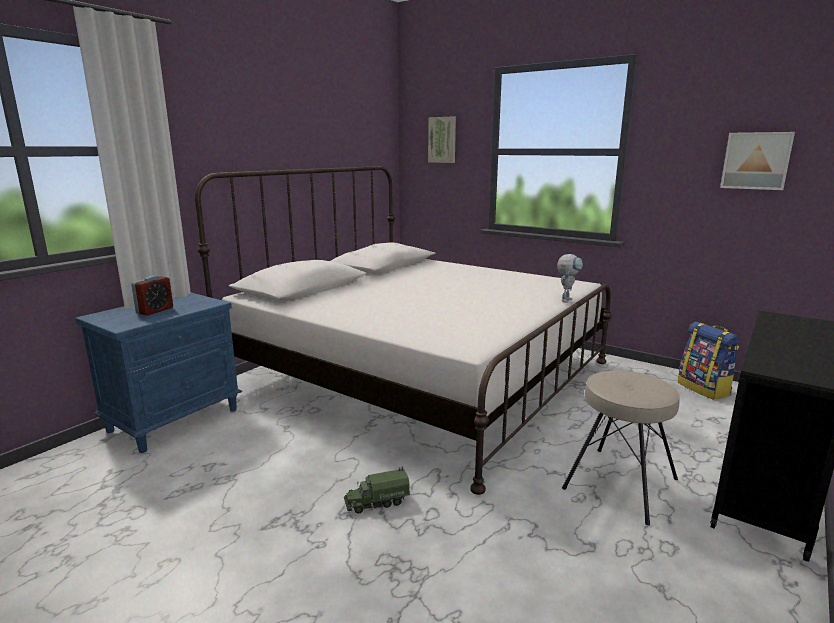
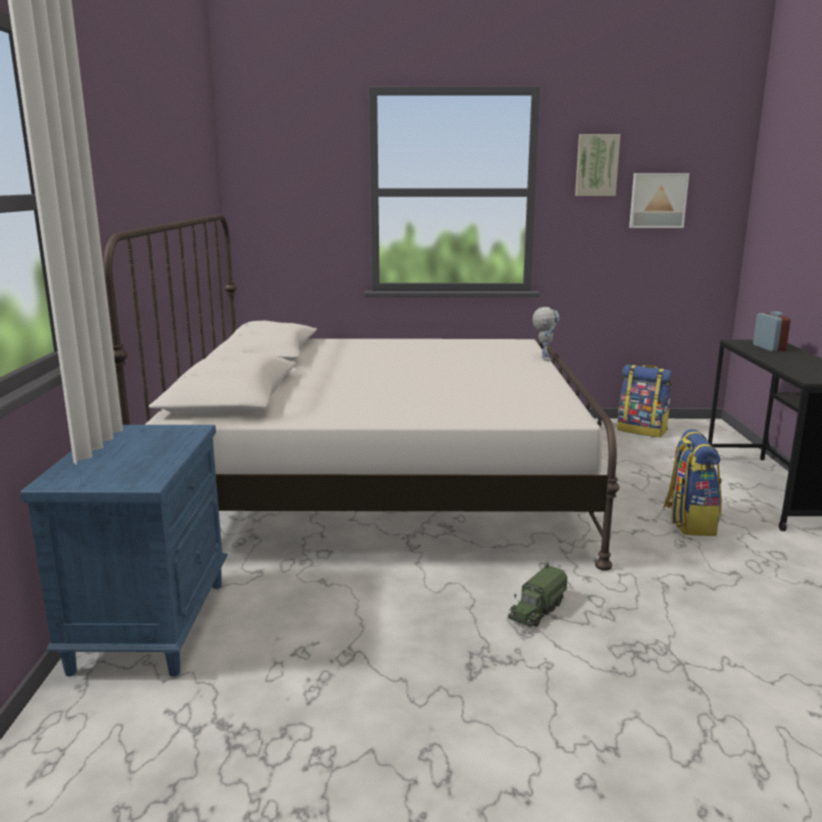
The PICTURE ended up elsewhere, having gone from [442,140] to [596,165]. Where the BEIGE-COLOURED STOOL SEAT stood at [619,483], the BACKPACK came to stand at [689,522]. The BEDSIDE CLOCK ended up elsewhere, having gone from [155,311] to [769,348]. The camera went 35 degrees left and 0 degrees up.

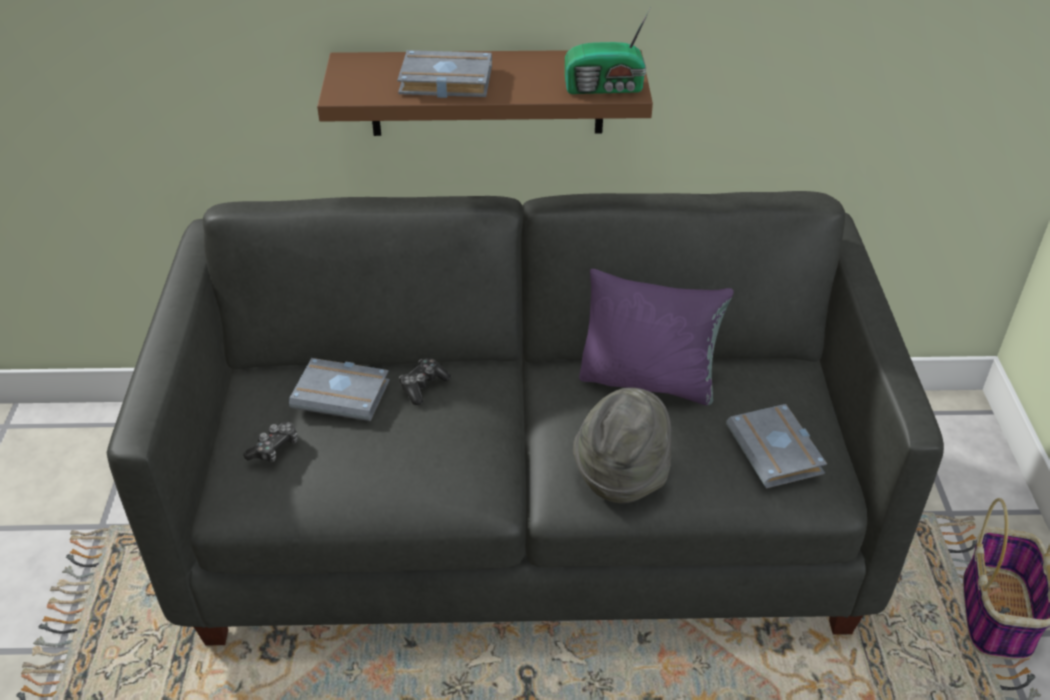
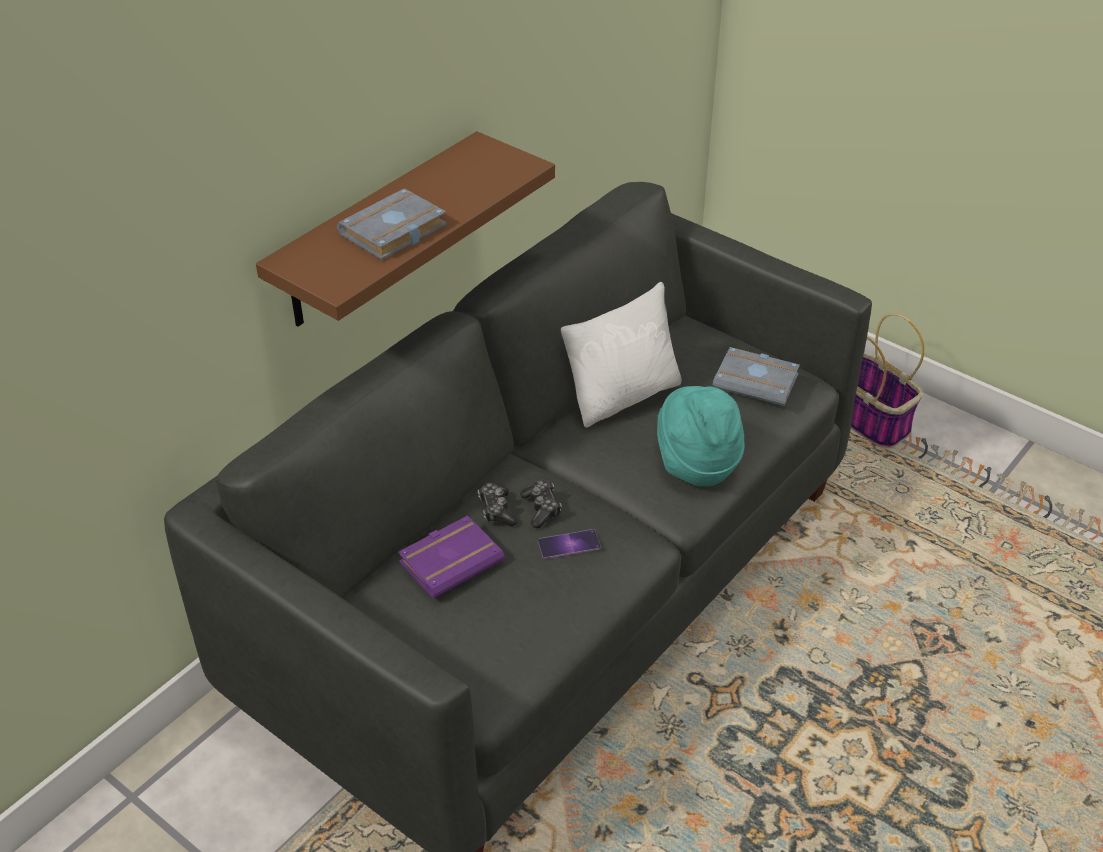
What was the GRAY VOLUME at [343,394] turned into the PURPLE-COLOURED VOLUME at [451,560]. The GAME CONTROLLER ended up elsewhere, having gone from [274,448] to [541,508]. The second view gained the TELEPHONE at [569,544]. What was the PURPLE-COLOURED THROW PILLOW at [648,380] turned into the WHITE-COLOURED THROW PILLOW at [623,396]. What was the GRAY HAT at [622,473] turned into the TURQUOISE HAT at [696,463]. The second view lost the RADIO SET at [606,88]. The camera went 50 degrees left and 0 degrees up.

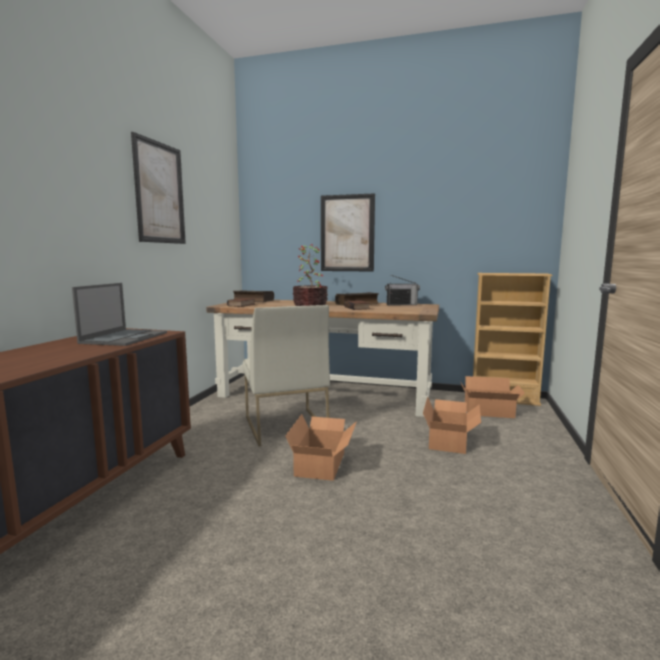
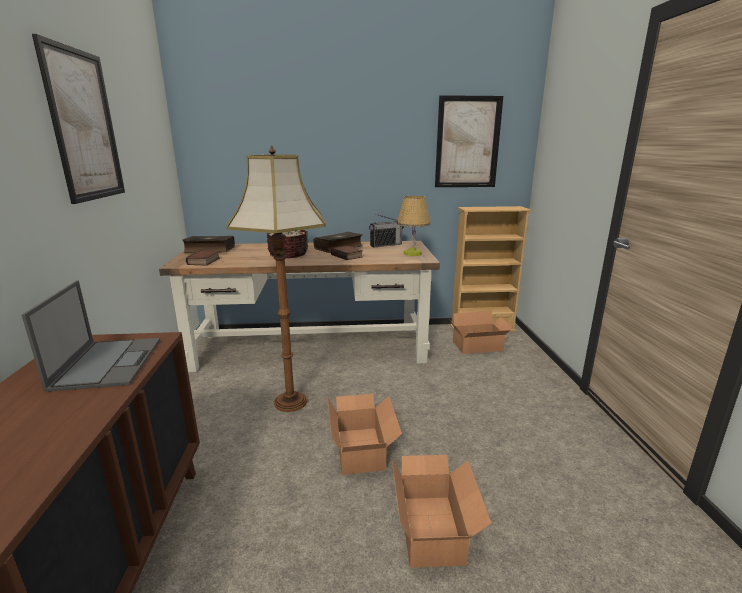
Where the WHITE-COLOURED UPRIGHT CHAIR stood at [284,426], the FLOOR LAMP came to stand at [291,403]. The CARTON ended up elsewhere, having gone from [450,440] to [434,527]. The second view gained the TABLETOP LAMP at [412,253]. The PICTURE ended up elsewhere, having gone from [347,233] to [467,142]. The camera went 20 degrees left and 10 degrees up.

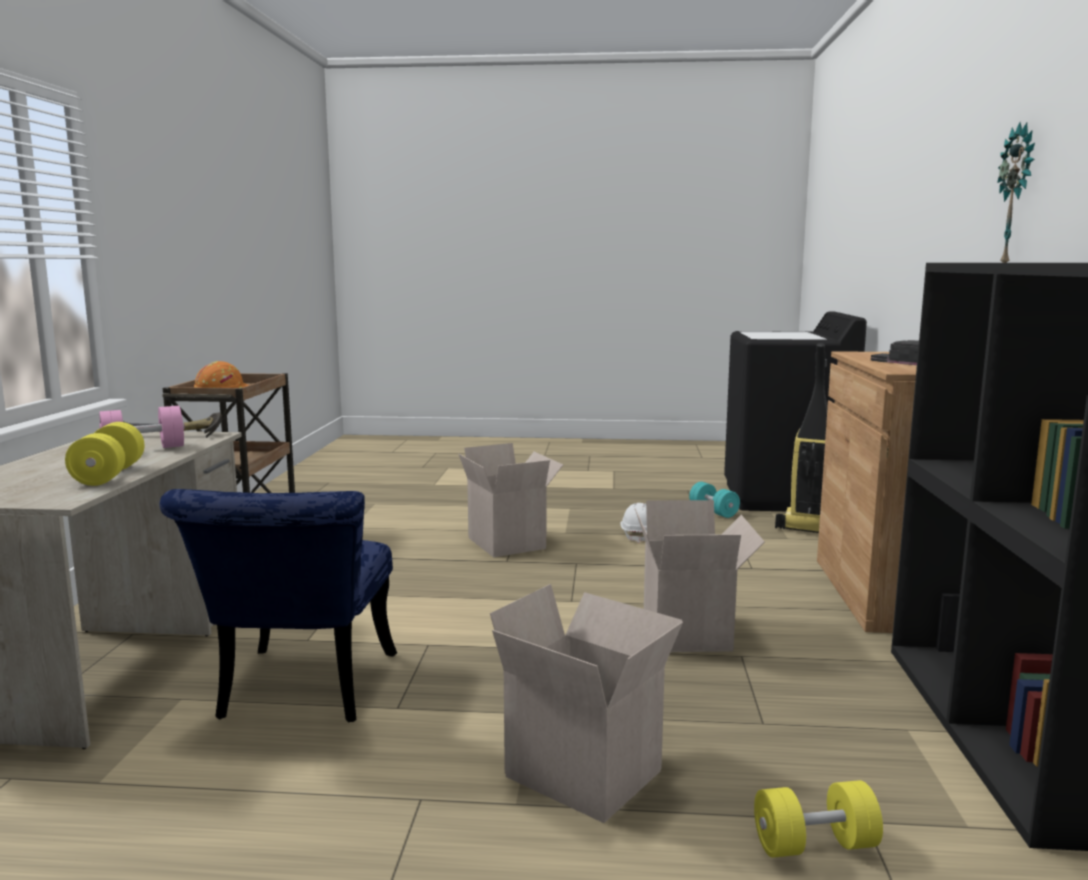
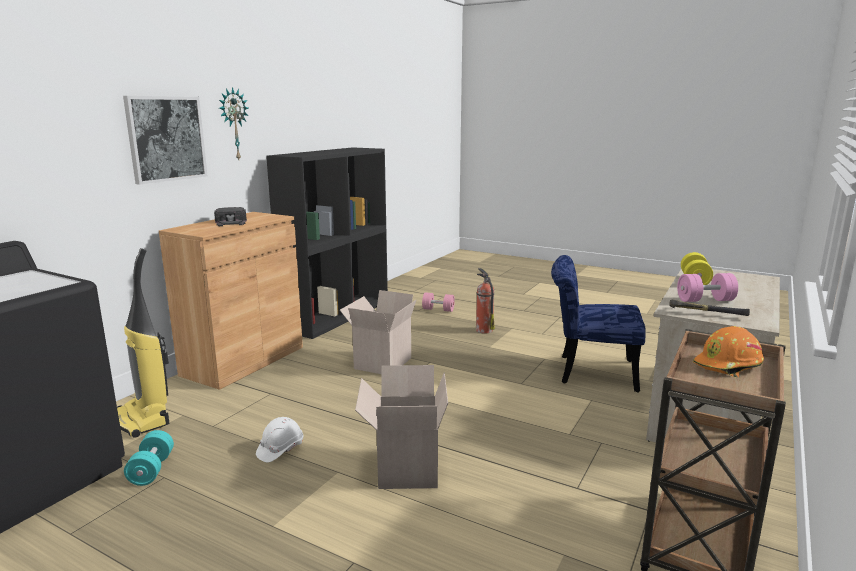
The second view gained the PICTURE at [166,138]. What was the YELLOWISH HAND WEIGHT at [815,845] turned into the PINKISH HAND WEIGHT at [438,310]. Where the CARTON stood at [588,772], the FIRE-FIGHTING CYLINDER came to stand at [483,330]. The BLUE UPRIGHT CHAIR at [301,693] ended up facing another way, 105 degrees counterclockwise from before. The camera went 155 degrees left and 5 degrees up.

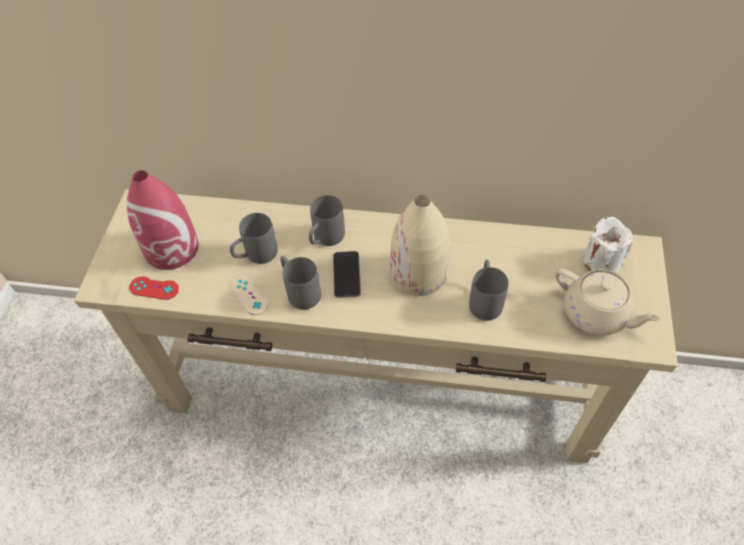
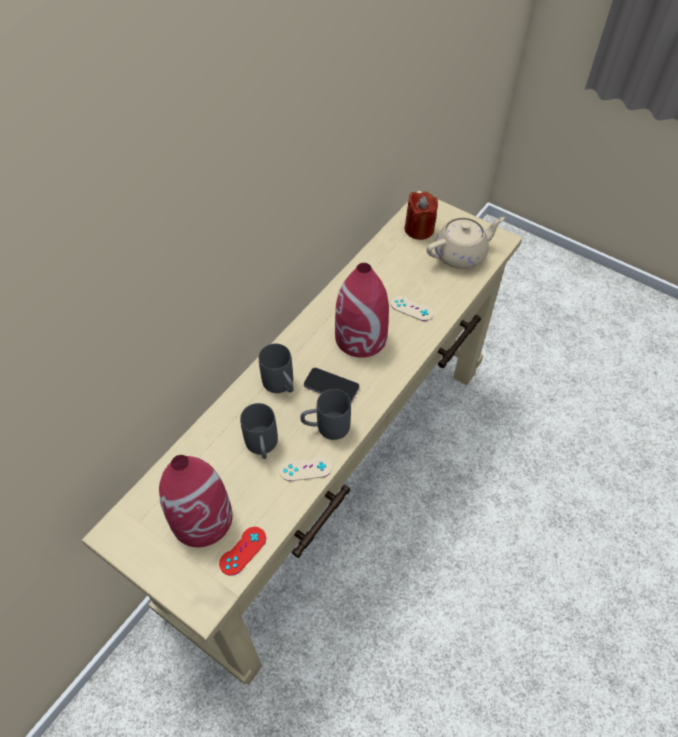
What was the BEIGE-COLOURED DECORATIVE VASE at [418,273] turned into the REDDISH DECORATIVE VASE at [361,337]. Where the GRAY TEA MUG stood at [485,299], the BEIGE-COLOURED GAME CONTROLLER came to stand at [412,308]. What was the WHITE-COLOURED WAX LIGHT at [601,261] turned into the REDDISH WAX LIGHT at [419,229]. The camera went 65 degrees left and 0 degrees up.

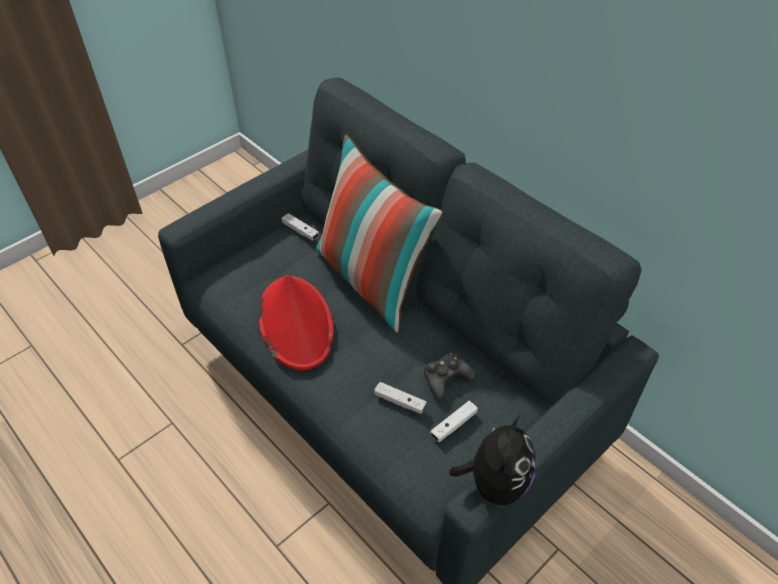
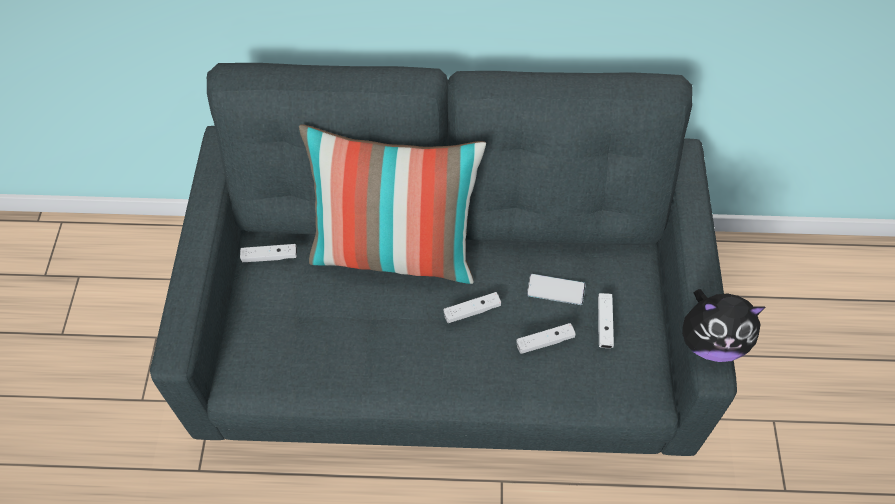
The second view gained the WHITE-COLOURED GAME CONTROLLER at [472,311]. Where the BLACKISH GAME CONTROLLER stood at [446,378], the TELEPHONE came to stand at [556,289]. The CUDDLY TOY at [495,482] ended up facing another way, 120 degrees clockwise from before. The second view lost the REDDISH HAT at [295,323]. The camera went 45 degrees left and 10 degrees up.

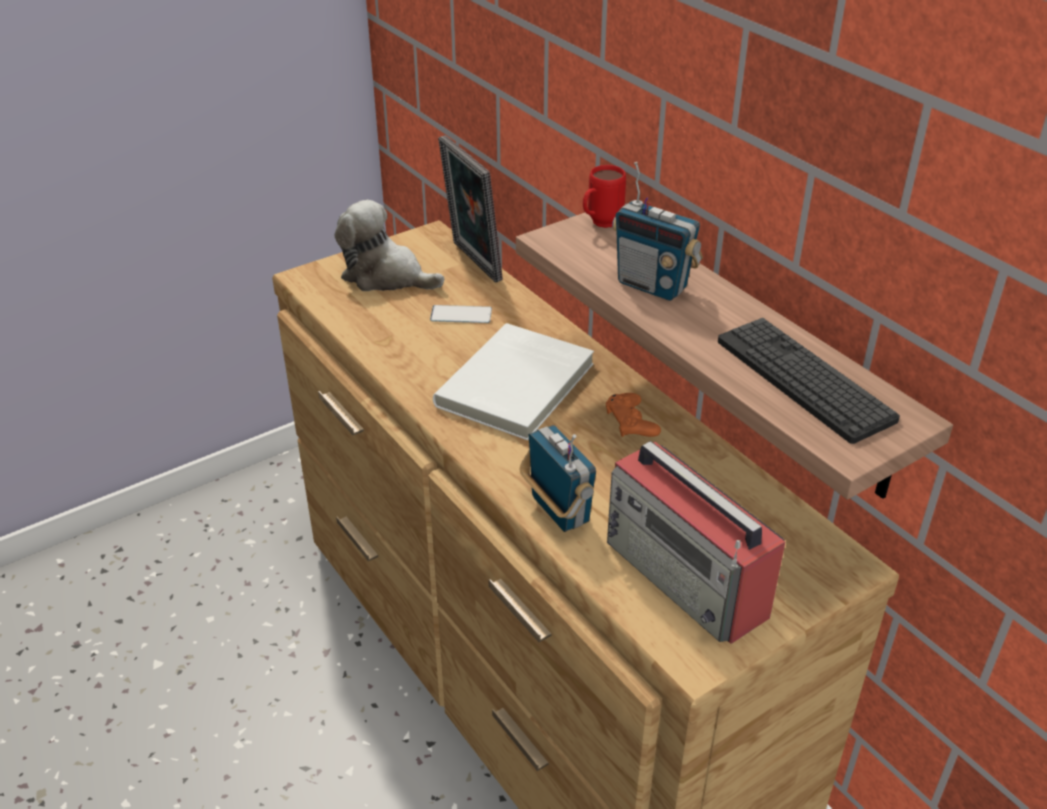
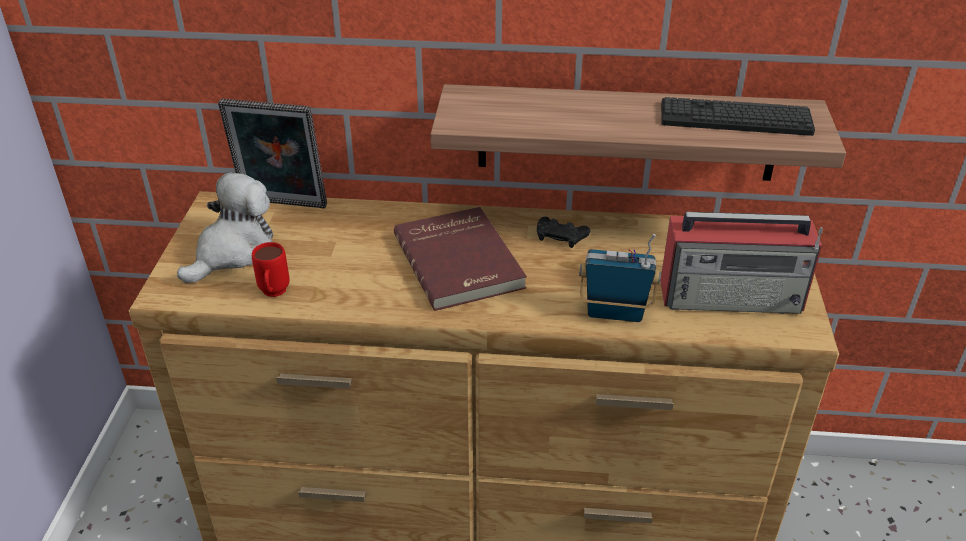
The CUDDLY TOY at [386,276] ended up facing another way, 150 degrees clockwise from before. The REDDISH TEA MUG ended up elsewhere, having gone from [600,224] to [273,294]. What was the WHITE-COLOURED VOLUME at [518,386] turned into the REDDISH VOLUME at [461,261]. What was the ORANGEY GAME CONTROLLER at [631,422] turned into the BLACKISH GAME CONTROLLER at [561,236]. The second view lost the TELEPHONE at [461,315]. The second view lost the RADIO SET at [652,286]. The camera went 50 degrees left and 0 degrees up.

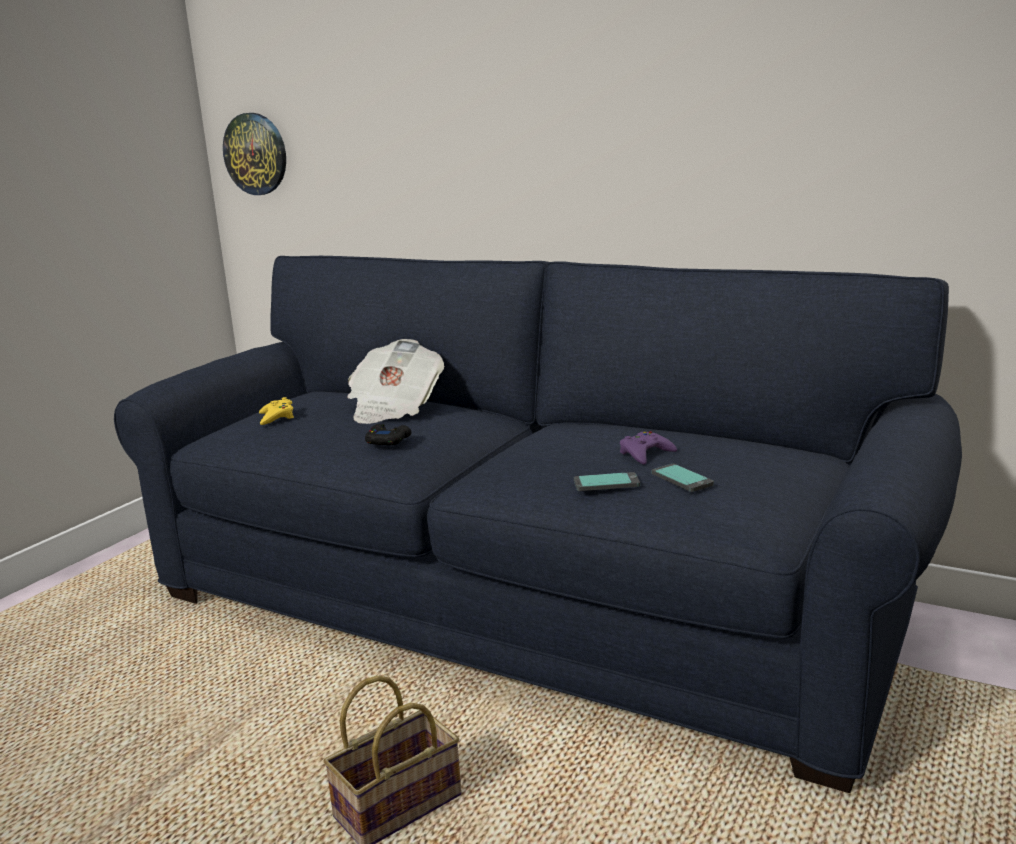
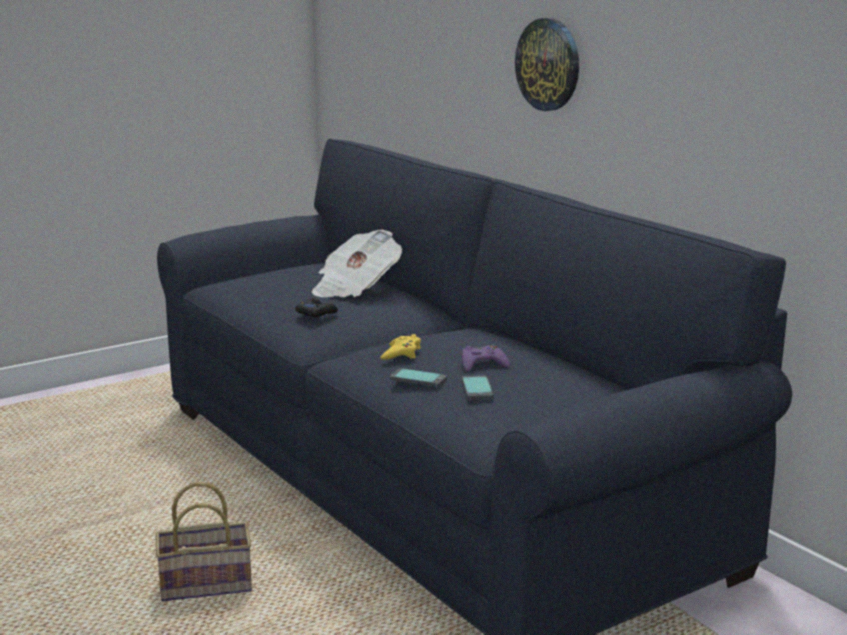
The YELLOWISH GAME CONTROLLER ended up elsewhere, having gone from [276,417] to [401,353]. The WALL CLOCK ended up elsewhere, having gone from [256,154] to [548,64]. The camera went 25 degrees right and 0 degrees up.

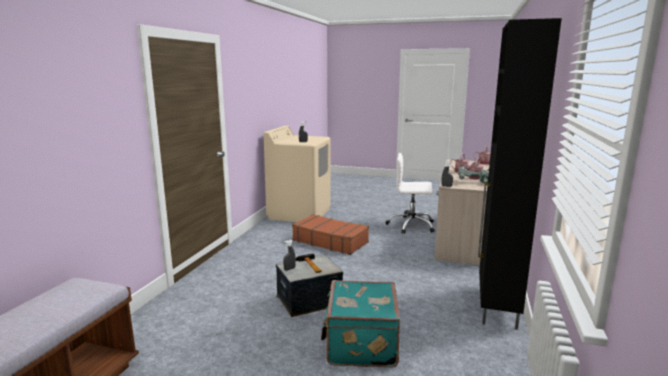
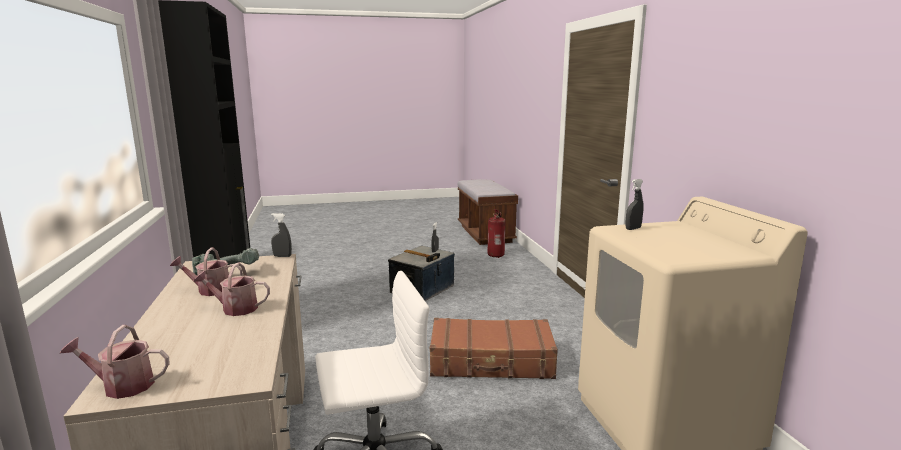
The second view gained the FIRE-FIGHTING CYLINDER at [496,255]. The second view lost the TURQUOISE TRAVEL CASE at [360,344]. The camera went 150 degrees right and 0 degrees up.

